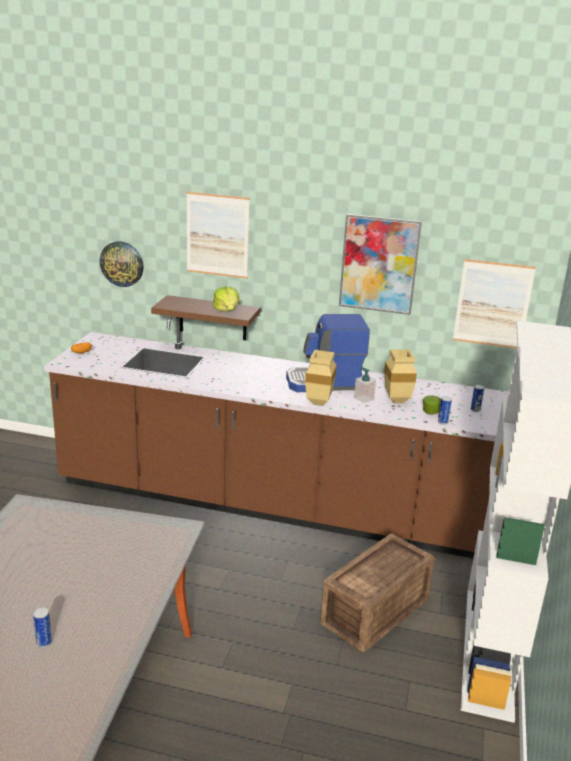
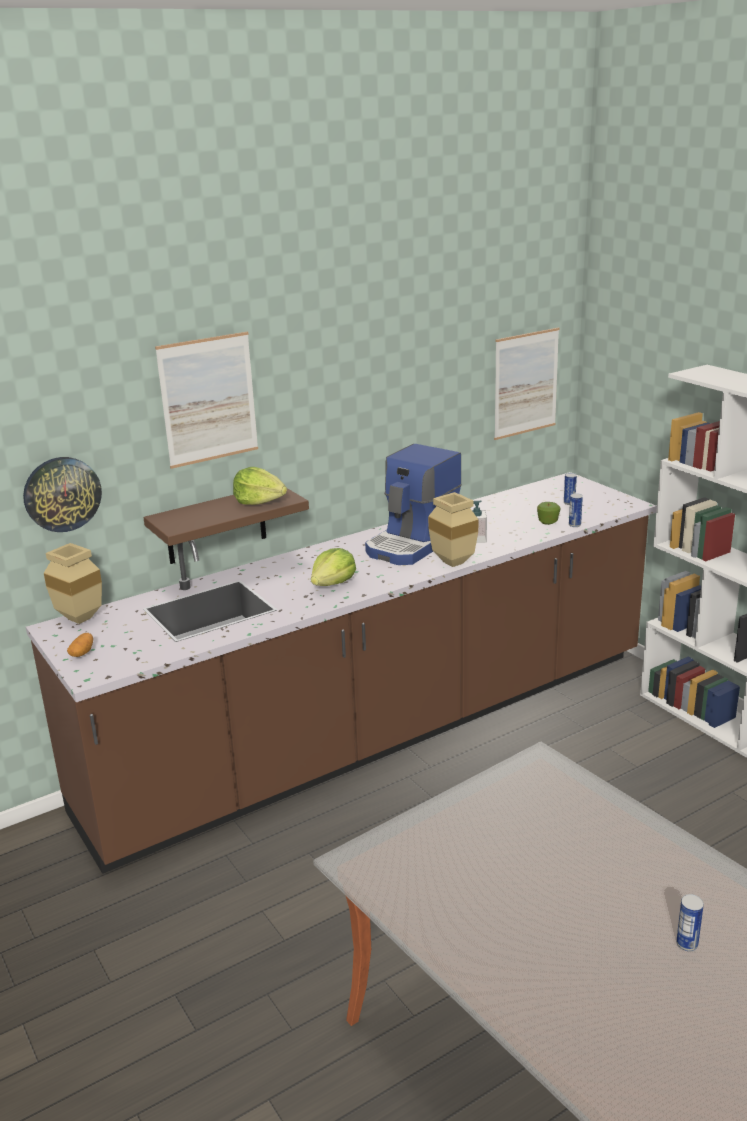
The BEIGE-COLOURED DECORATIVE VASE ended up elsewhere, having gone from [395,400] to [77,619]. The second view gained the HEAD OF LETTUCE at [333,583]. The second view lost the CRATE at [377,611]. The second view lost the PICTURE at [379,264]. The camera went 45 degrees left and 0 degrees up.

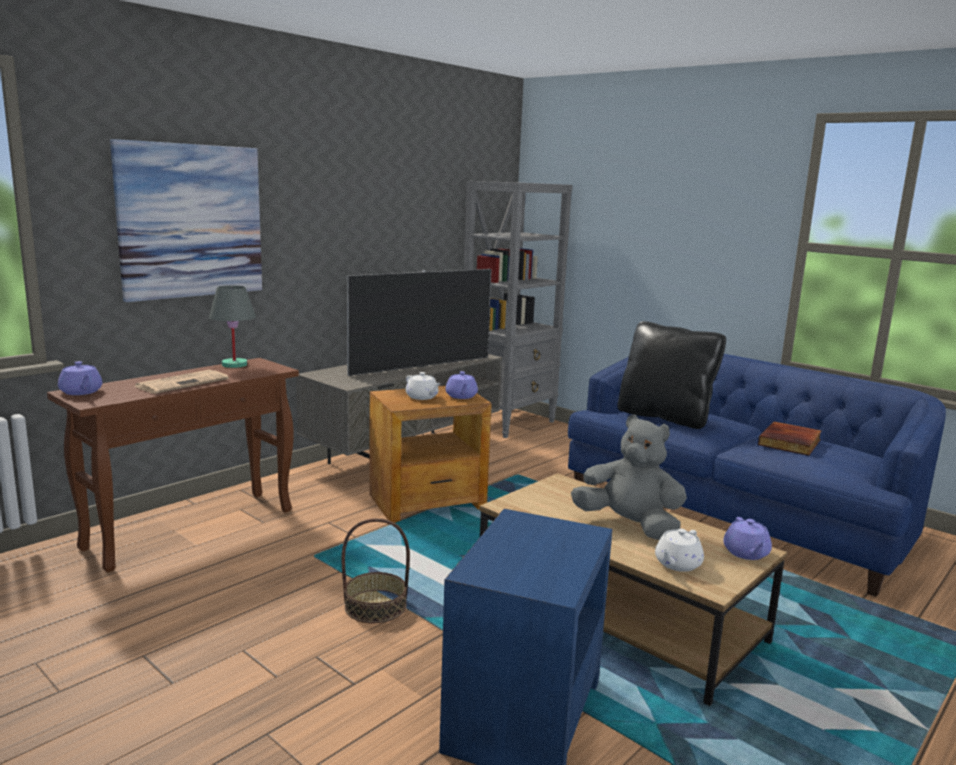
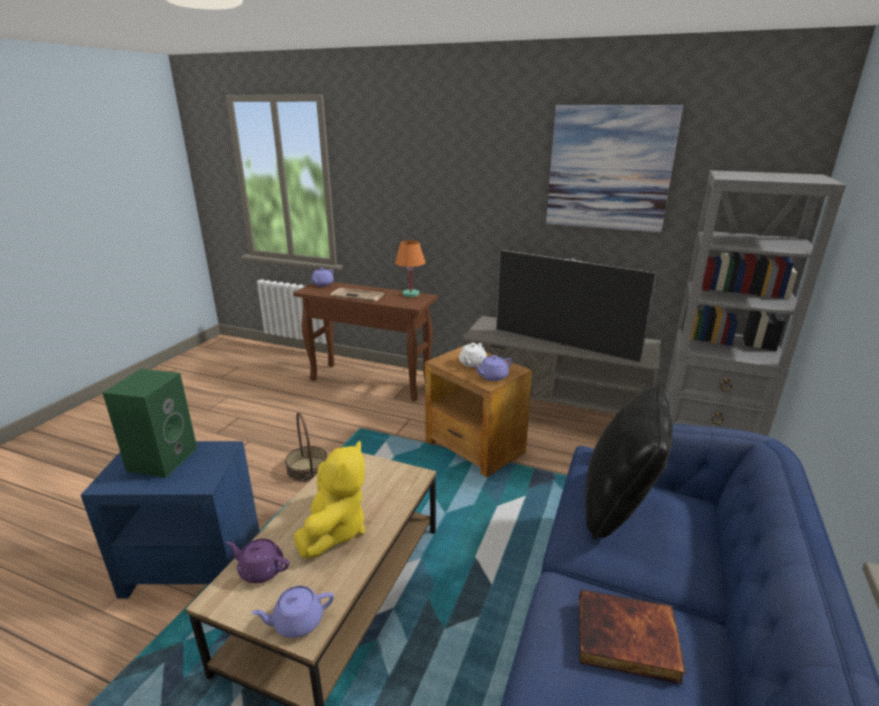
The second view gained the GREEN SPEAKER at [162,458]. What was the WHITE-COLOURED POT FOR TEA at [677,564] turned into the PURPLE-COLOURED POT FOR TEA at [260,570]. What was the GRAY CUDDLY TOY at [629,525] turned into the YELLOWISH CUDDLY TOY at [334,530]. What was the GRAY TABLETOP LAMP at [235,364] turned into the ORANGEY TABLETOP LAMP at [411,294]. The PICTURE ended up elsewhere, having gone from [191,221] to [609,168]. The camera went 70 degrees right and 10 degrees up.

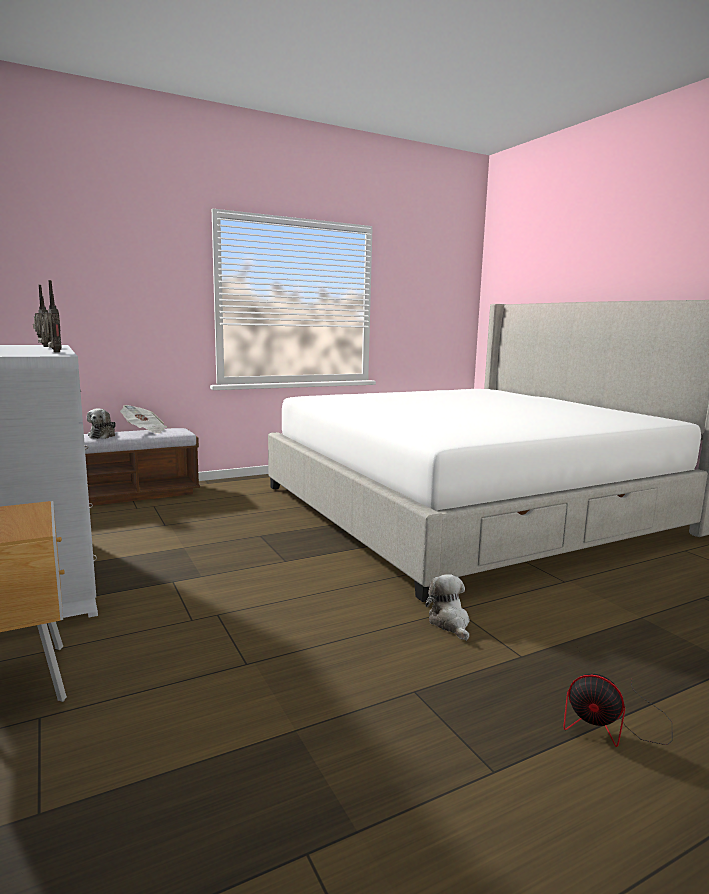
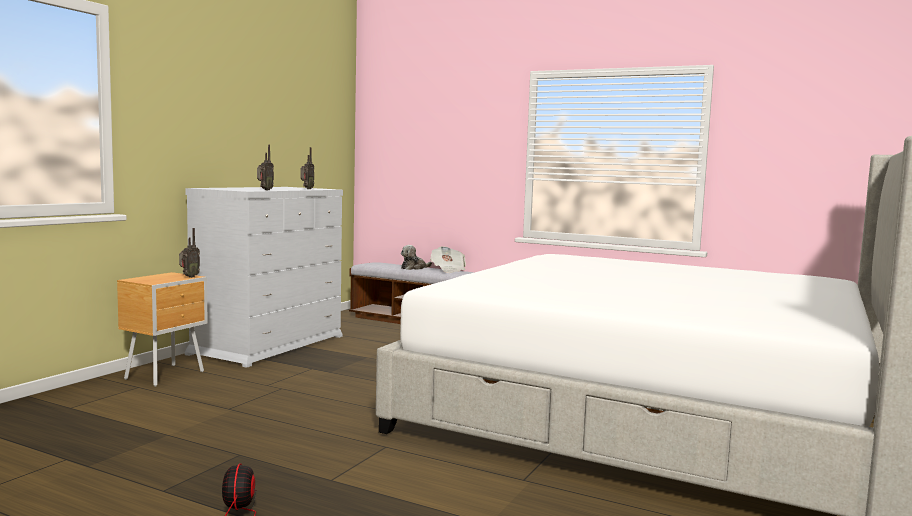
The second view gained the RADIO SET at [189,277]. The second view lost the CUDDLY TOY at [450,623]. The camera went 55 degrees right and 5 degrees down.

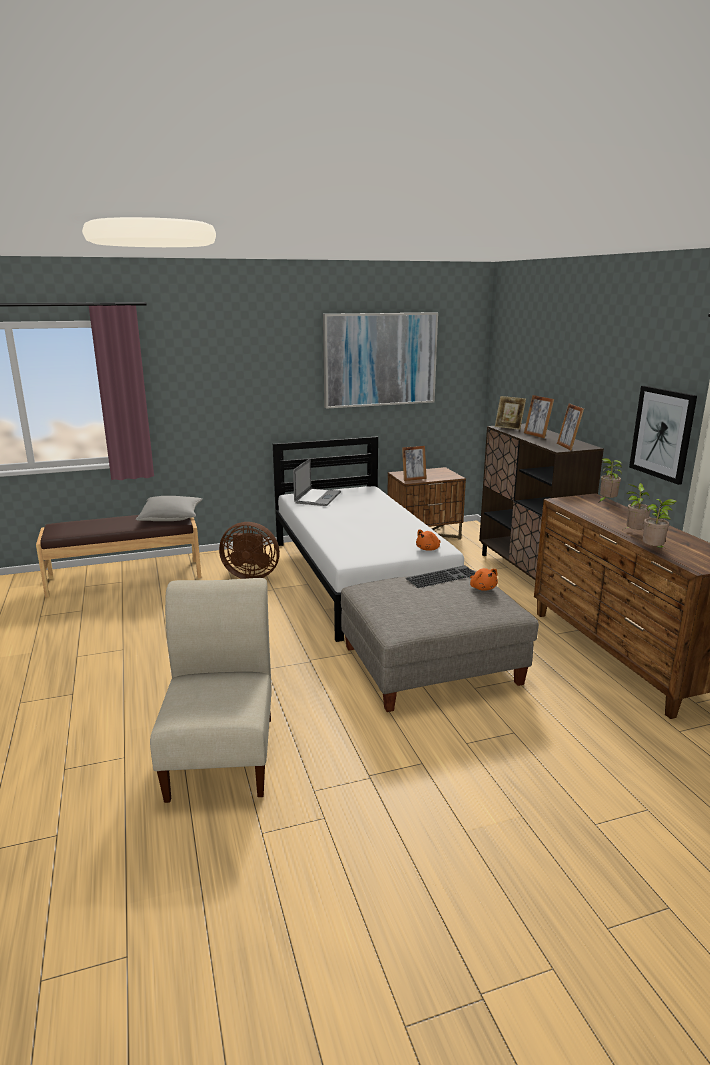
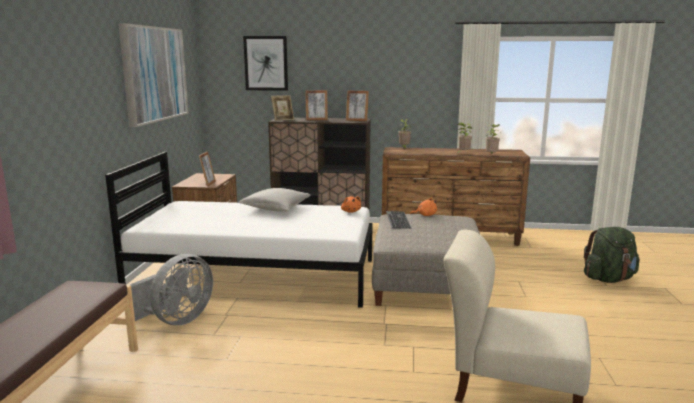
What was the BROWN FAN at [251,575] turned into the GRAY FAN at [177,320]. The GRAY THROW PILLOW ended up elsewhere, having gone from [171,518] to [275,208]. The PICTURE ended up elsewhere, having gone from [662,433] to [266,63]. The second view gained the GREEN BACKPACK at [608,279]. The second view lost the NOTEBOOK COMPUTER at [318,497]. The camera went 65 degrees left and 5 degrees down.

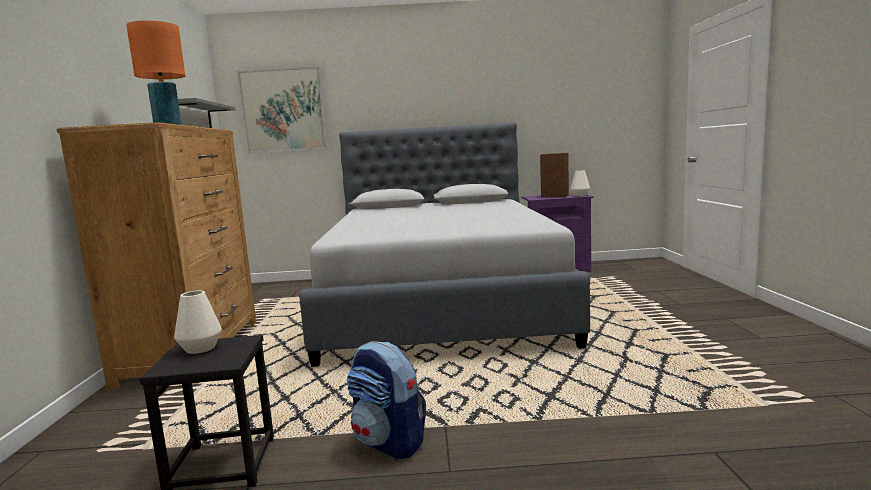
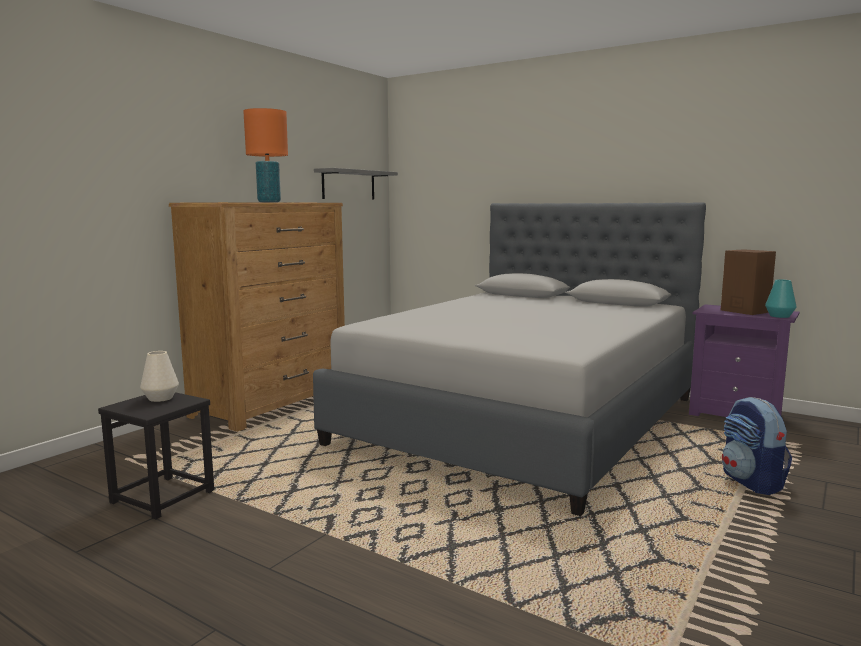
The BACKPACK ended up elsewhere, having gone from [389,442] to [752,482]. What was the WHITE-COLOURED DECORATIVE VASE at [580,195] turned into the TURQUOISE DECORATIVE VASE at [779,316]. The second view lost the PICTURE at [283,110]. The camera went 35 degrees right and 0 degrees up.

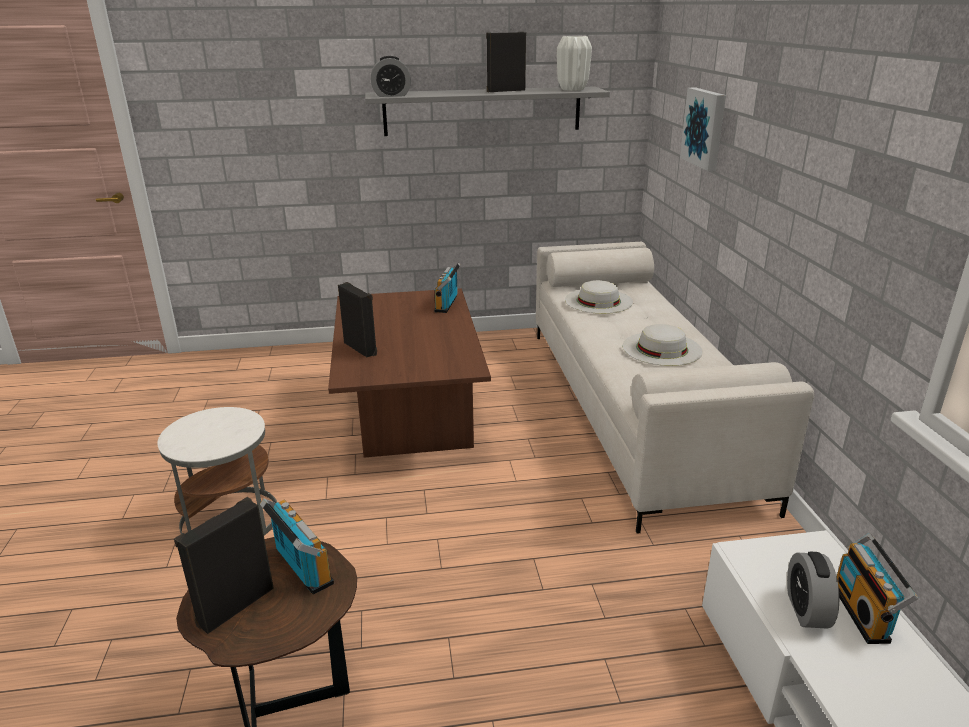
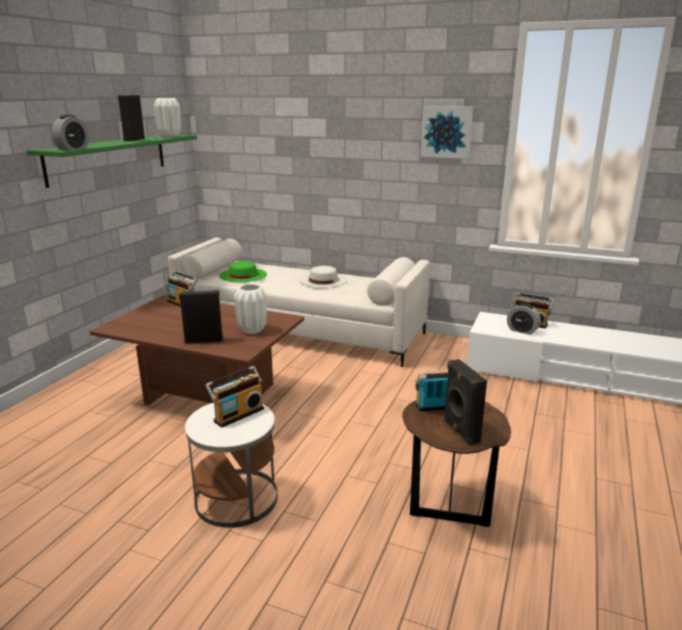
What was the GRAY SHELF at [482,111] turned into the GREEN SHELF at [108,158]. The second view gained the RADIO SET at [237,414]. What was the WHITE-COLOURED HAT at [598,301] turned into the GREEN HAT at [243,275]. The second view gained the WHITE-COLOURED DECORATIVE VASE at [252,330]. The PICTURE ended up elsewhere, having gone from [705,128] to [447,132]. The camera went 60 degrees left and 5 degrees down.

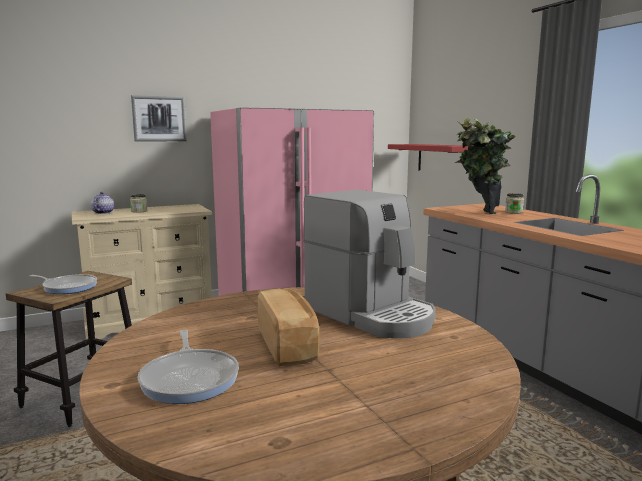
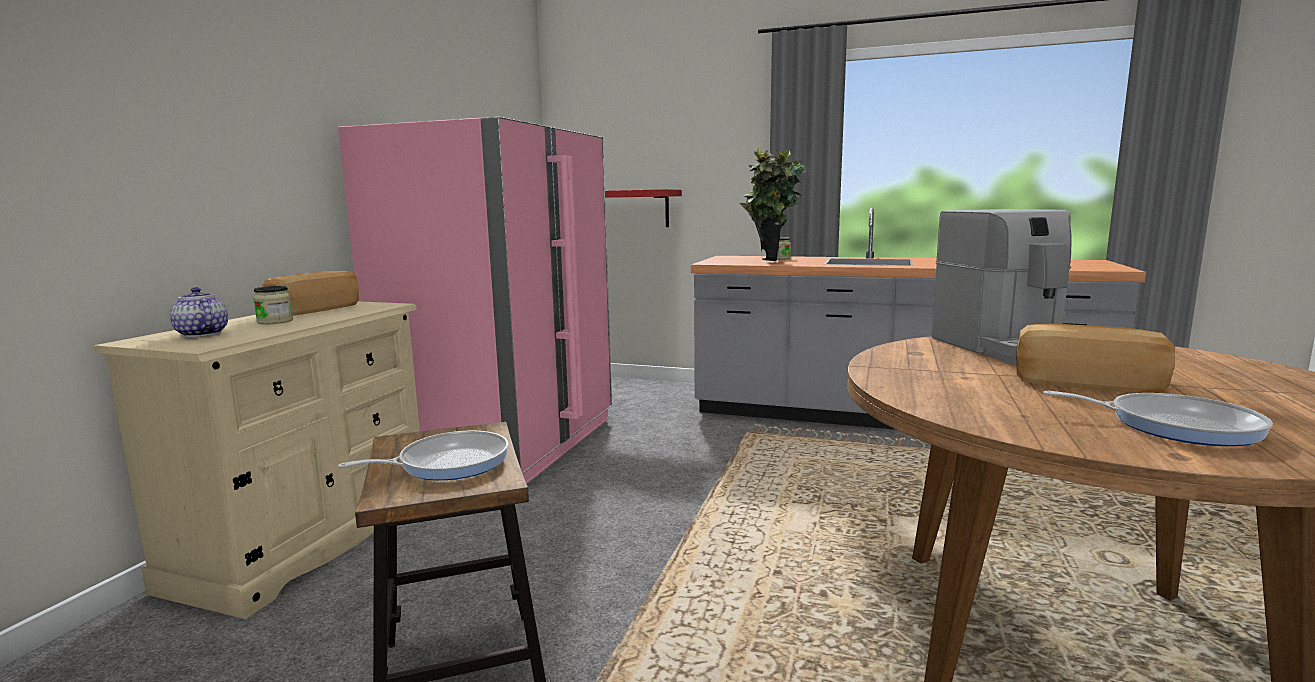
The second view gained the BAKERY BREAD at [313,310]. The COFFEE BREWER at [371,314] ended up facing another way, 75 degrees clockwise from before. The second view lost the PICTURE at [159,119]. The camera went 45 degrees left and 0 degrees up.

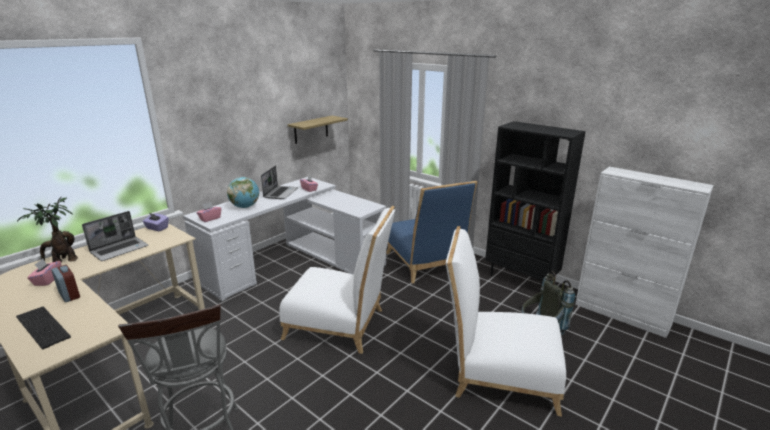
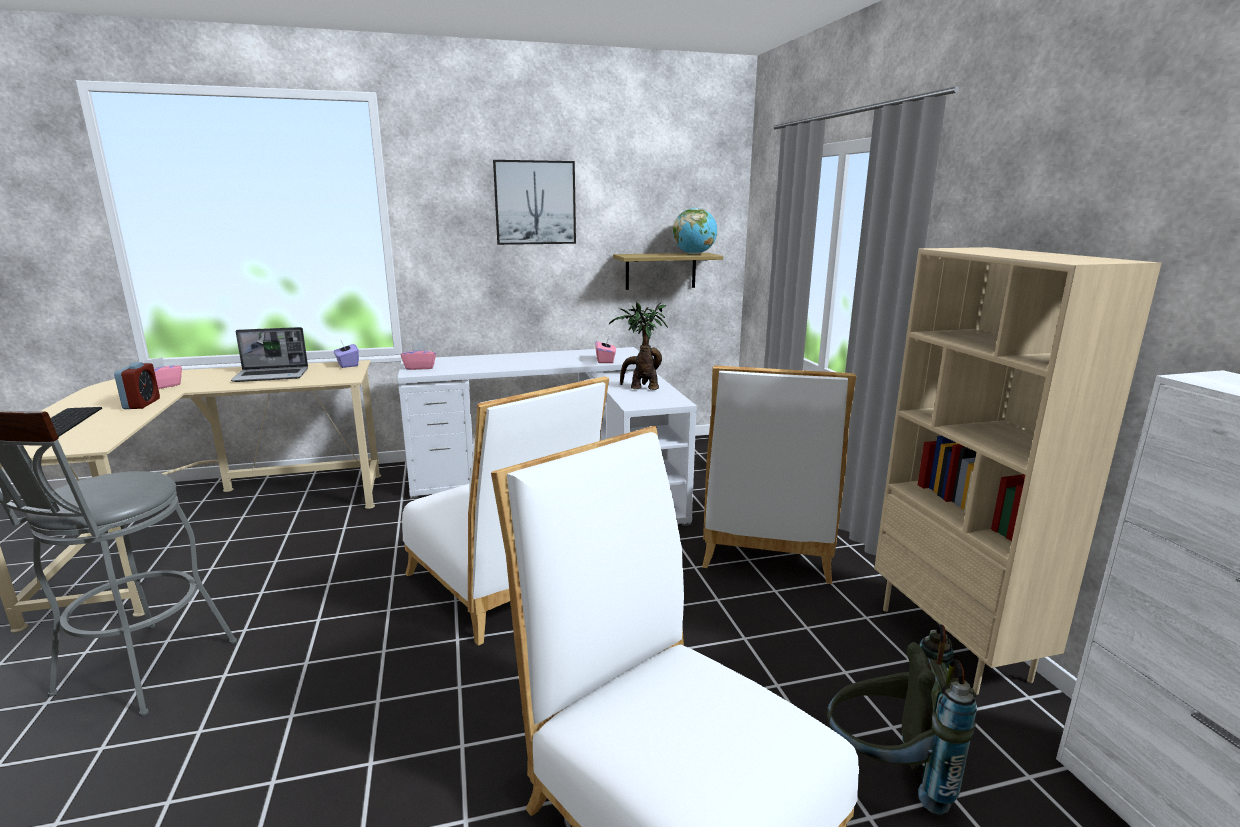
The second view gained the PICTURE at [535,203]. The PLANT IN A POT ended up elsewhere, having gone from [62,261] to [641,388]. The GLOBE ended up elsewhere, having gone from [245,207] to [694,254]. What was the BLUE UPRIGHT CHAIR at [426,265] turned into the WHITE-COLOURED UPRIGHT CHAIR at [766,546]. What was the BLACKISH BOOKSHELF at [521,279] turned into the BEIGE-COLOURED BOOKSHELF at [954,643]. The second view lost the NOTEBOOK COMPUTER at [280,193]. The camera went 35 degrees right and 5 degrees down.

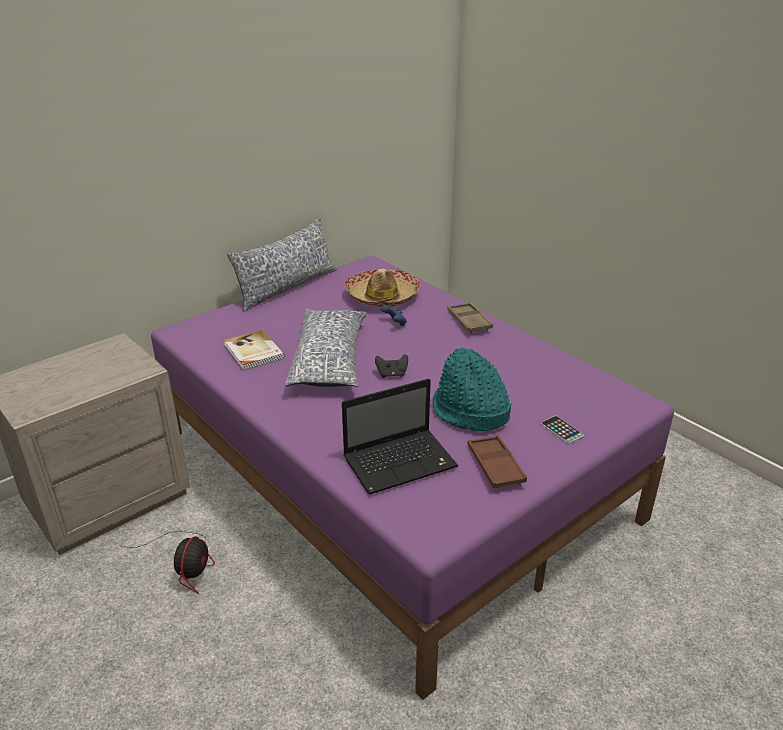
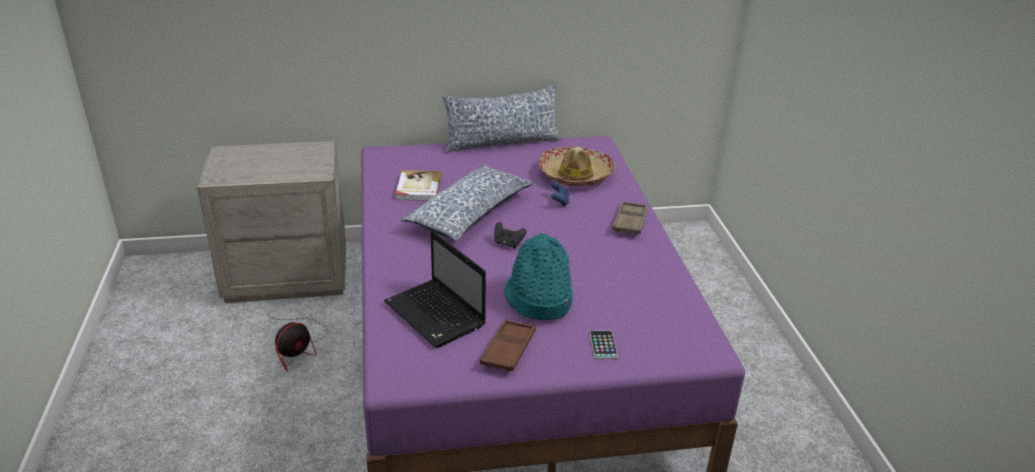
The NOTEBOOK COMPUTER at [401,462] ended up facing another way, 45 degrees clockwise from before. The camera went 30 degrees right and 0 degrees up.

